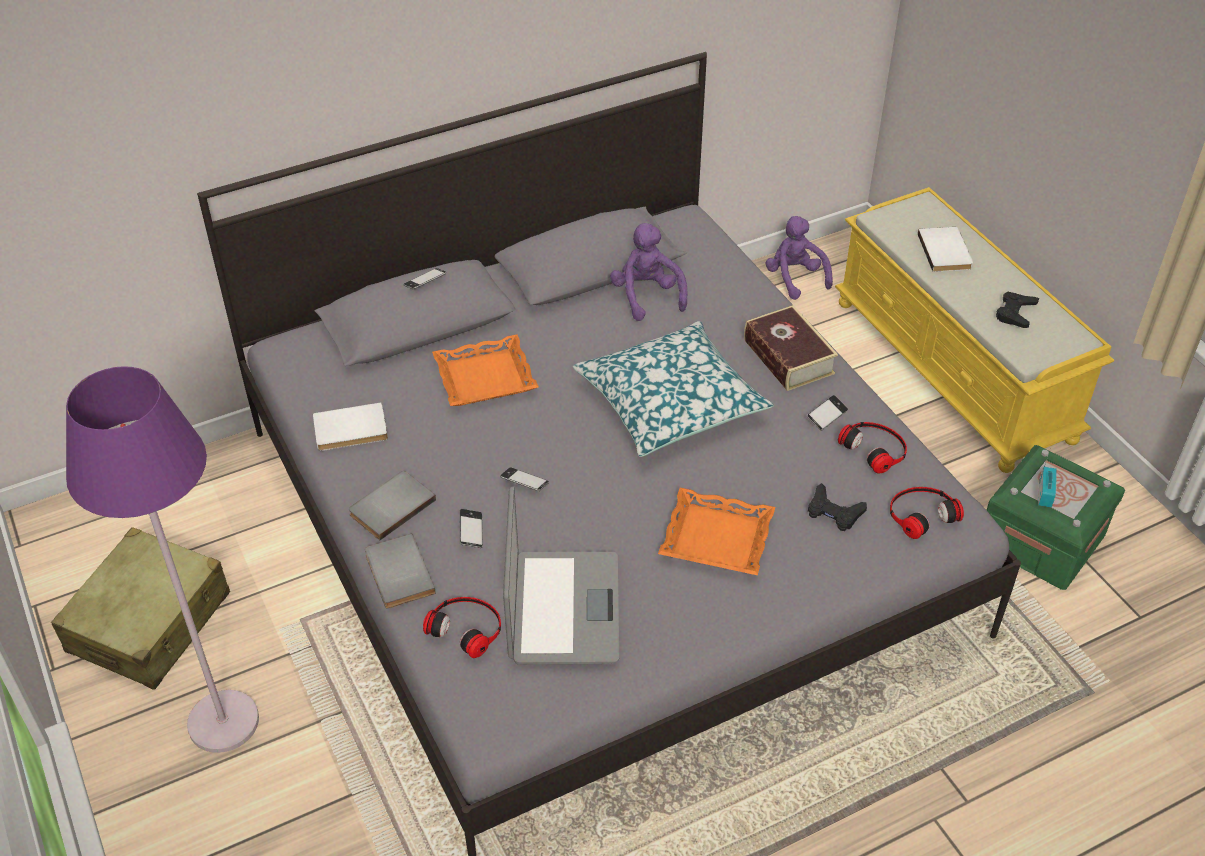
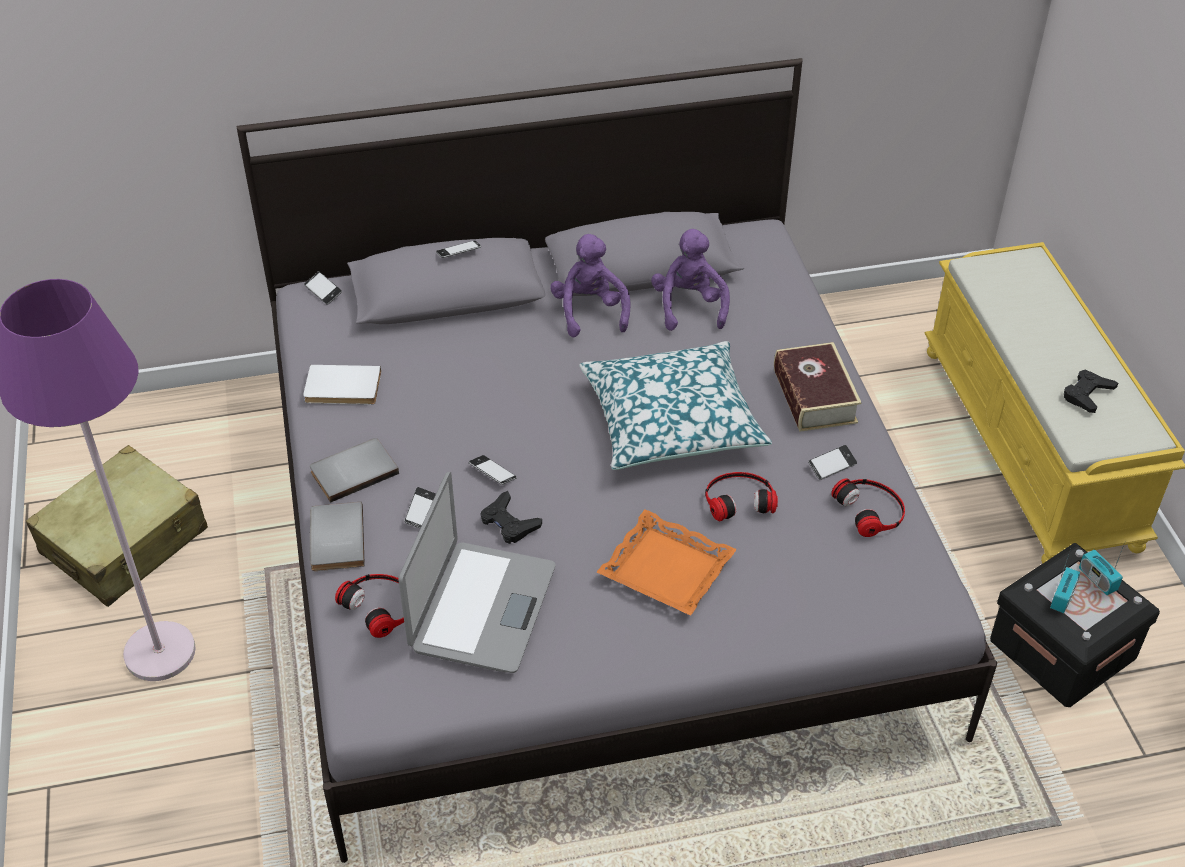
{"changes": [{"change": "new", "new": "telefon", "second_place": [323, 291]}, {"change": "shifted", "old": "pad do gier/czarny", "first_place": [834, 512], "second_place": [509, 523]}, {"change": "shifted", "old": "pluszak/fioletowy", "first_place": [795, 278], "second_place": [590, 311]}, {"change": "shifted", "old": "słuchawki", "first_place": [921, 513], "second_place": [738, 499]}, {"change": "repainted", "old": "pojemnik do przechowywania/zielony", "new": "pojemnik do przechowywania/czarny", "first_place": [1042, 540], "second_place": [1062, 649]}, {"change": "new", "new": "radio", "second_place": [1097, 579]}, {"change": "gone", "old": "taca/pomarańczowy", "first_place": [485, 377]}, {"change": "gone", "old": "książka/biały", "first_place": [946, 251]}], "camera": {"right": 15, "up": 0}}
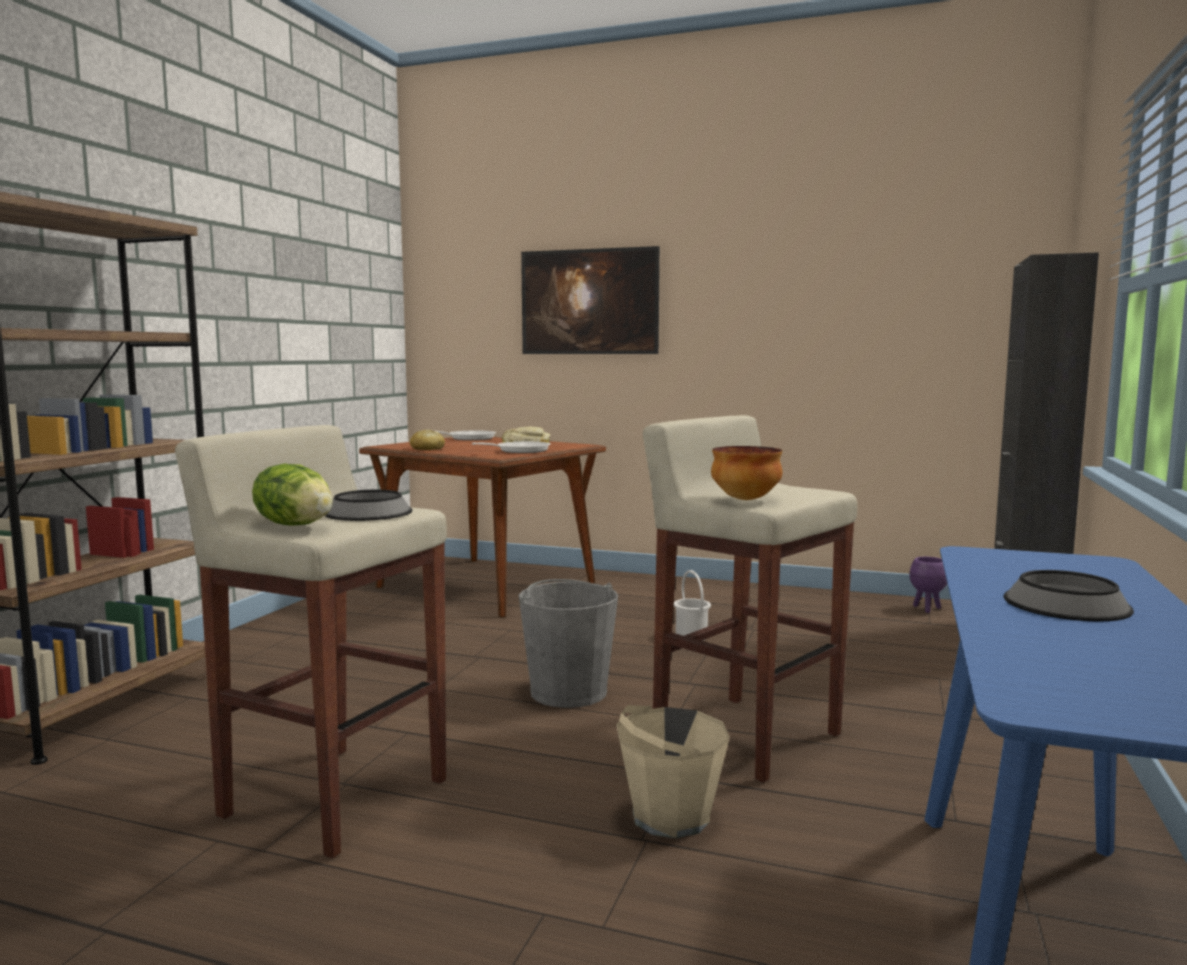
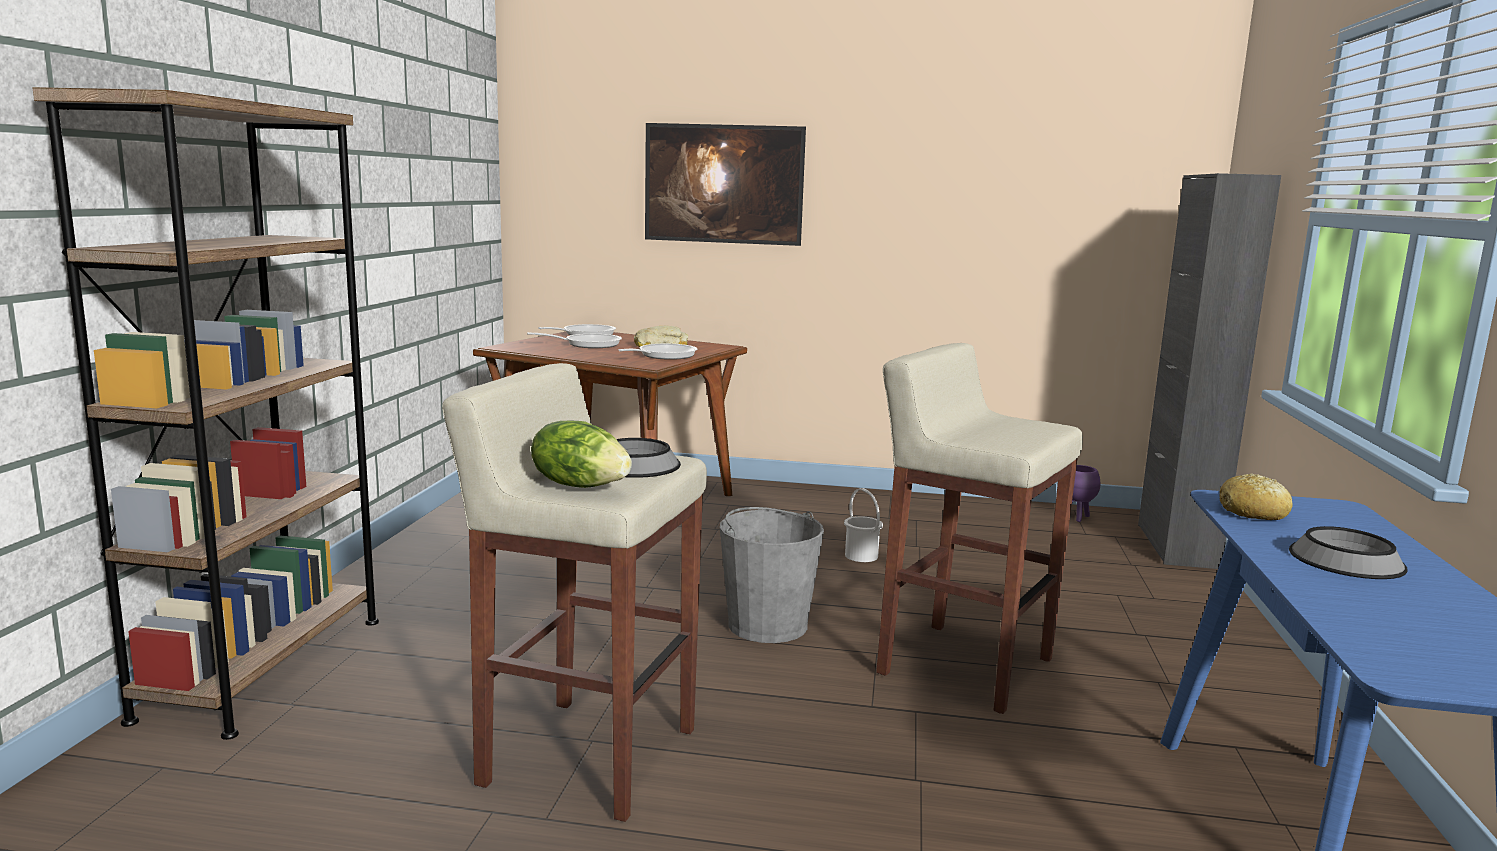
{"changes": [{"change": "new", "new": "patelnia", "second_place": [587, 344]}, {"change": "shifted", "old": "chleb", "first_place": [427, 449], "second_place": [1253, 512]}, {"change": "gone", "old": "wiadro/beżowy", "first_place": [669, 816]}, {"change": "gone", "old": "miska", "first_place": [746, 499]}], "camera": {"right": -10, "up": 5}}
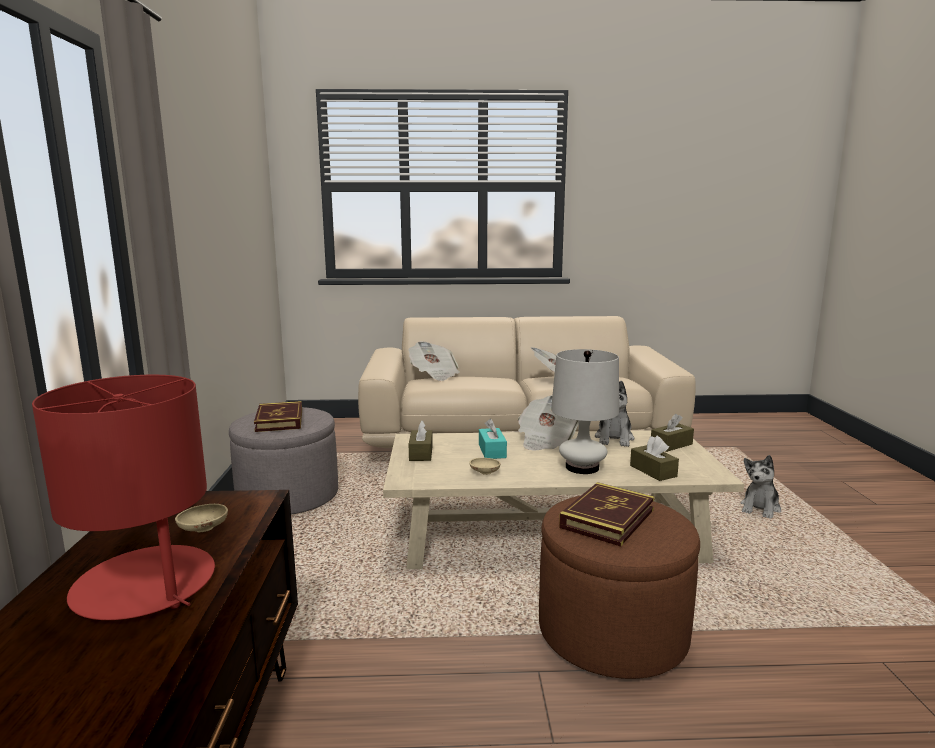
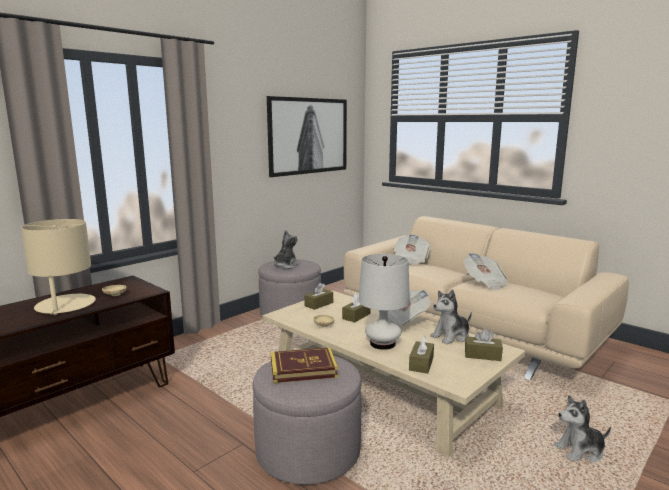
{"changes": [{"change": "repainted", "old": "lampa stołowa/czerwony", "new": "lampa stołowa/beżowy", "first_place": [146, 585], "second_place": [65, 305]}, {"change": "repainted", "old": "pufa/brązowy", "new": "pufa/szary", "first_place": [612, 632], "second_place": [308, 451]}, {"change": "new", "new": "obraz", "second_place": [309, 136]}, {"change": "swapped", "old": "książka", "new": "pluszak", "first_place": [279, 420], "second_place": [285, 266]}, {"change": "repainted", "old": "pudełko chusteczek/turkusowy", "new": "pudełko chusteczek/brązowy", "first_place": [492, 451], "second_place": [356, 316]}], "camera": {"right": 45, "up": 0}}
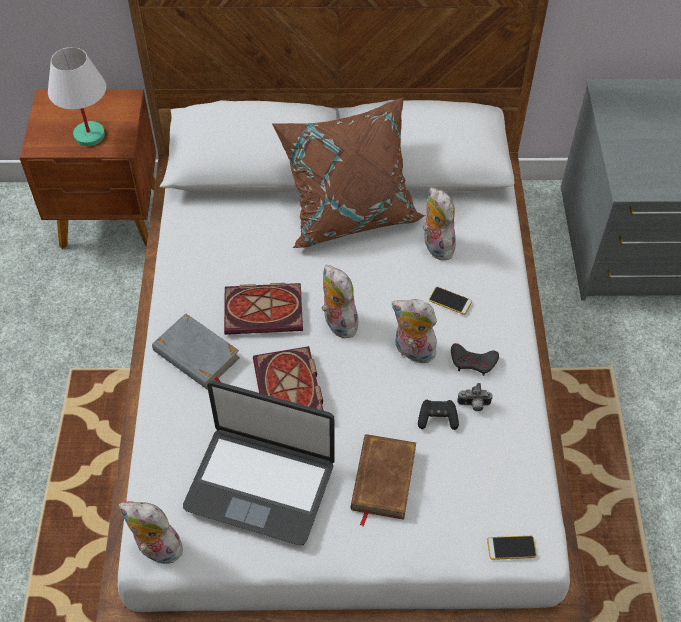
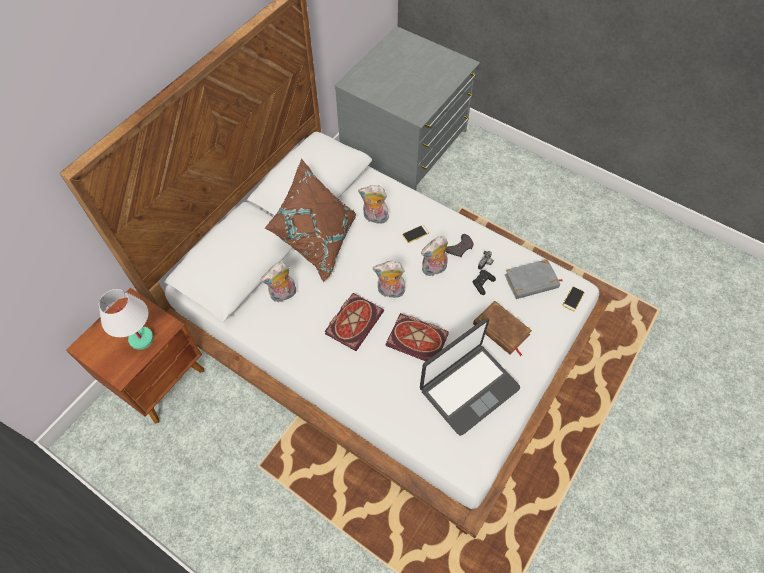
{"changes": [{"change": "shifted", "old": "pluszak", "first_place": [156, 549], "second_place": [283, 295]}, {"change": "shifted", "old": "książka/szary", "first_place": [196, 355], "second_place": [531, 281]}], "camera": {"right": -55, "up": 5}}
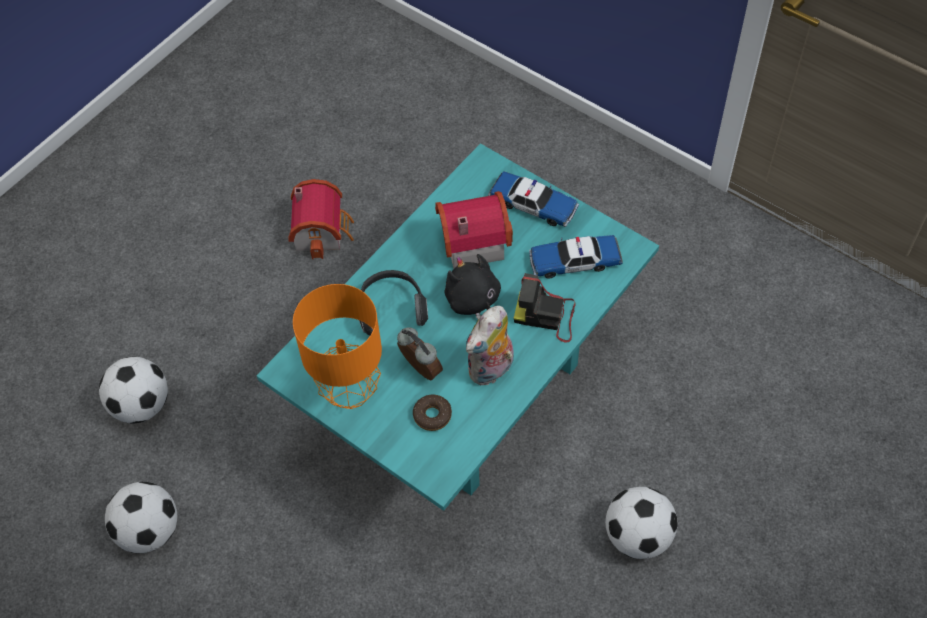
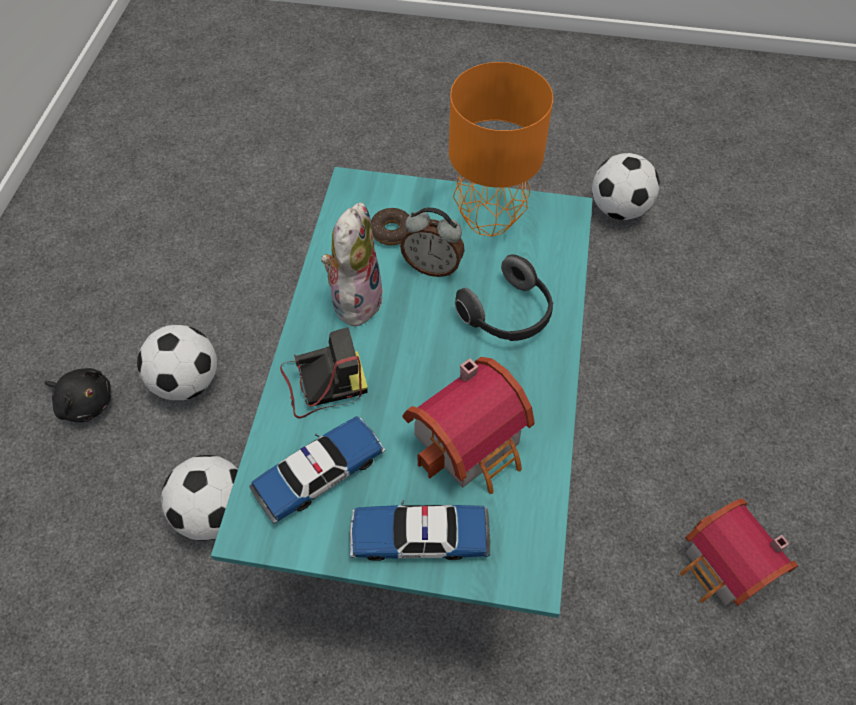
{"changes": [{"change": "shifted", "old": "pluszak/czarny", "first_place": [474, 302], "second_place": [85, 402]}, {"change": "shifted", "old": "piłka futbolowa", "first_place": [141, 406], "second_place": [214, 512]}], "camera": {"right": 150, "up": 0}}
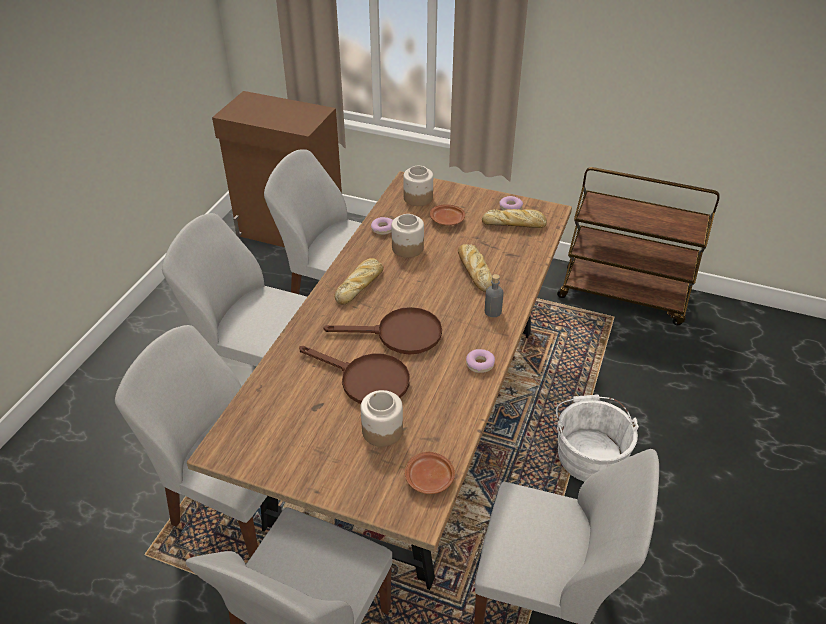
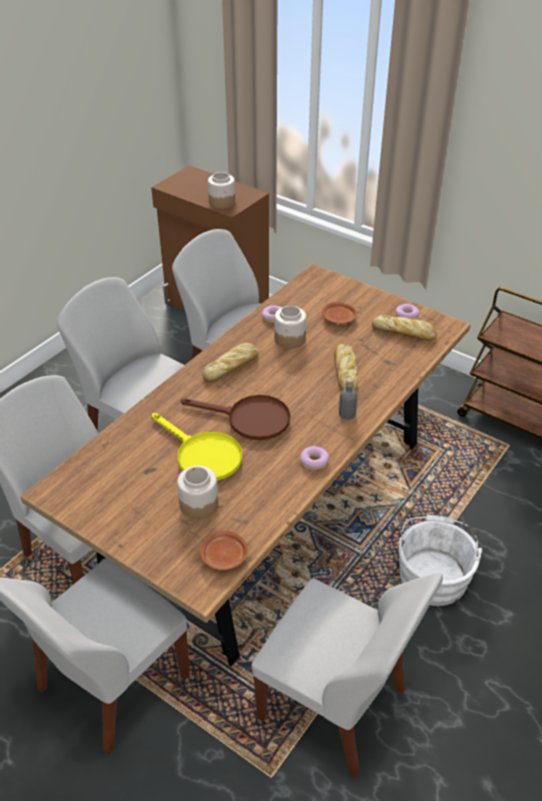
{"changes": [{"change": "repainted", "old": "patelnia/brązowy", "new": "patelnia/żółty", "first_place": [366, 380], "second_place": [202, 455]}, {"change": "shifted", "old": "słoik", "first_place": [417, 198], "second_place": [221, 202]}], "camera": {"right": 15, "up": 0}}
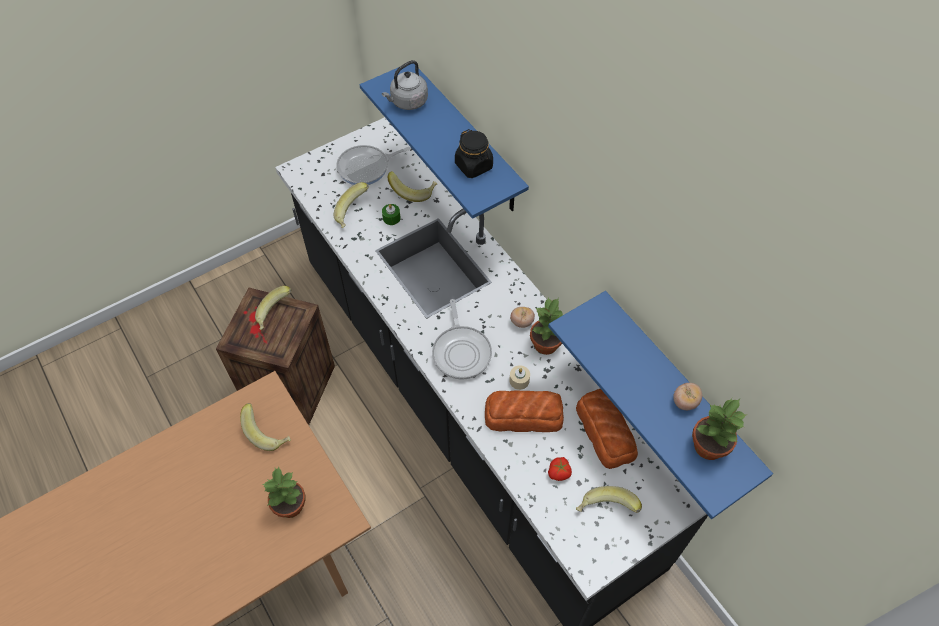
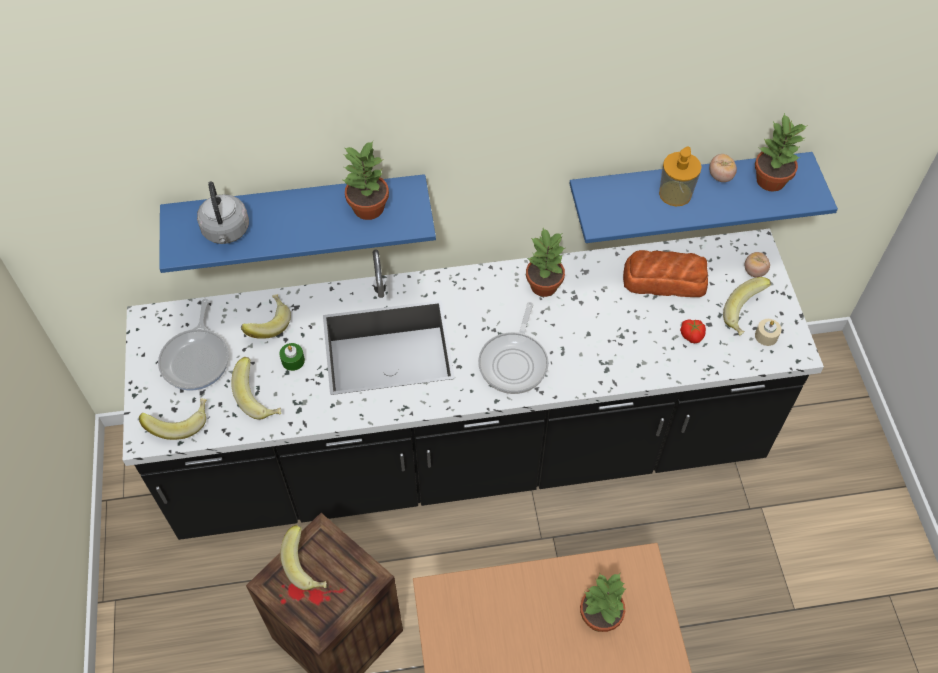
{"changes": [{"change": "shifted", "old": "banan", "first_place": [268, 432], "second_place": [179, 422]}, {"change": "swapped", "old": "słoik/czarny", "new": "roślina doniczkowa", "first_place": [474, 166], "second_place": [367, 208]}, {"change": "rotated", "old": "patelnia", "first_place": [461, 351], "second_place": [514, 362], "degrees": 90}, {"change": "new", "new": "dozownik mydła", "second_place": [675, 193]}, {"change": "shifted", "old": "pomidor", "first_place": [522, 322], "second_place": [754, 271]}, {"change": "shifted", "old": "świeca/beżowy", "first_place": [519, 380], "second_place": [766, 336]}, {"change": "gone", "old": "chleb", "first_place": [522, 414]}], "camera": {"right": -65, "up": 0}}
